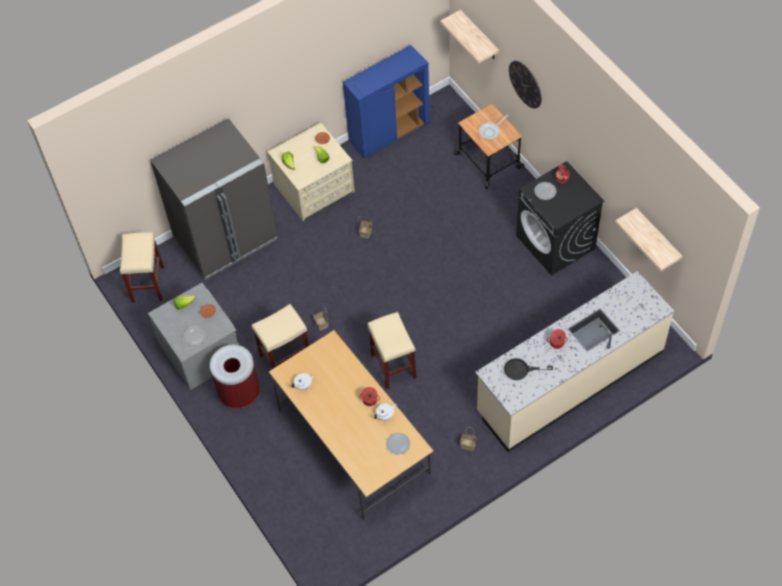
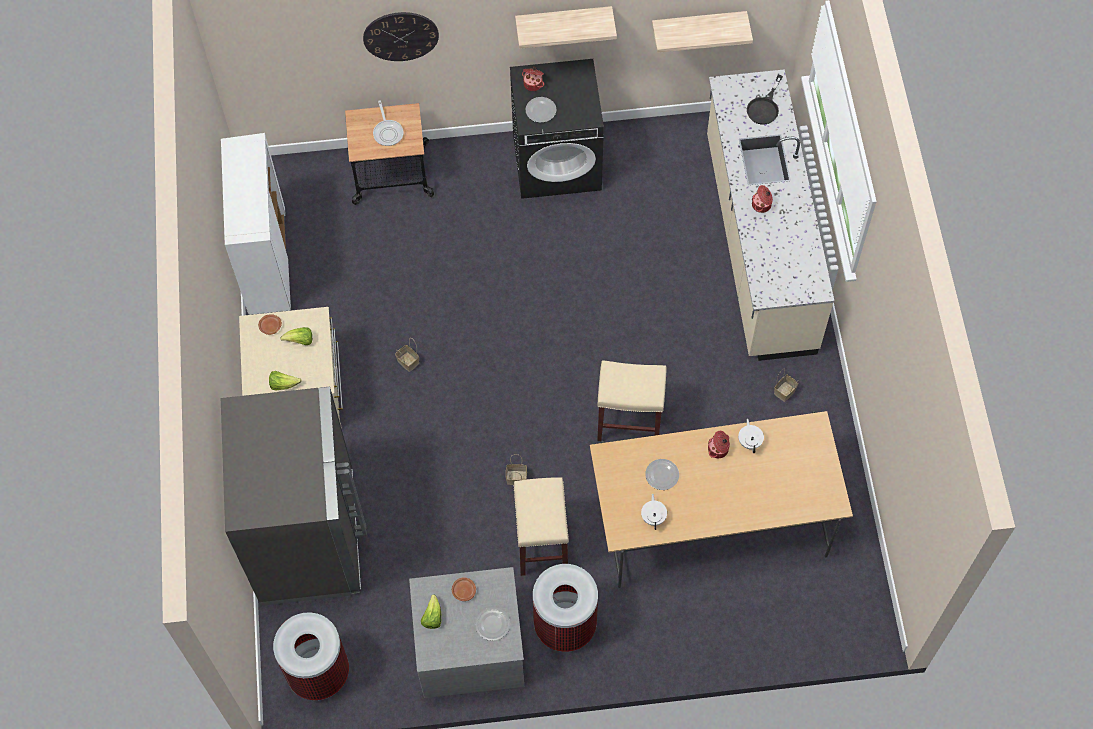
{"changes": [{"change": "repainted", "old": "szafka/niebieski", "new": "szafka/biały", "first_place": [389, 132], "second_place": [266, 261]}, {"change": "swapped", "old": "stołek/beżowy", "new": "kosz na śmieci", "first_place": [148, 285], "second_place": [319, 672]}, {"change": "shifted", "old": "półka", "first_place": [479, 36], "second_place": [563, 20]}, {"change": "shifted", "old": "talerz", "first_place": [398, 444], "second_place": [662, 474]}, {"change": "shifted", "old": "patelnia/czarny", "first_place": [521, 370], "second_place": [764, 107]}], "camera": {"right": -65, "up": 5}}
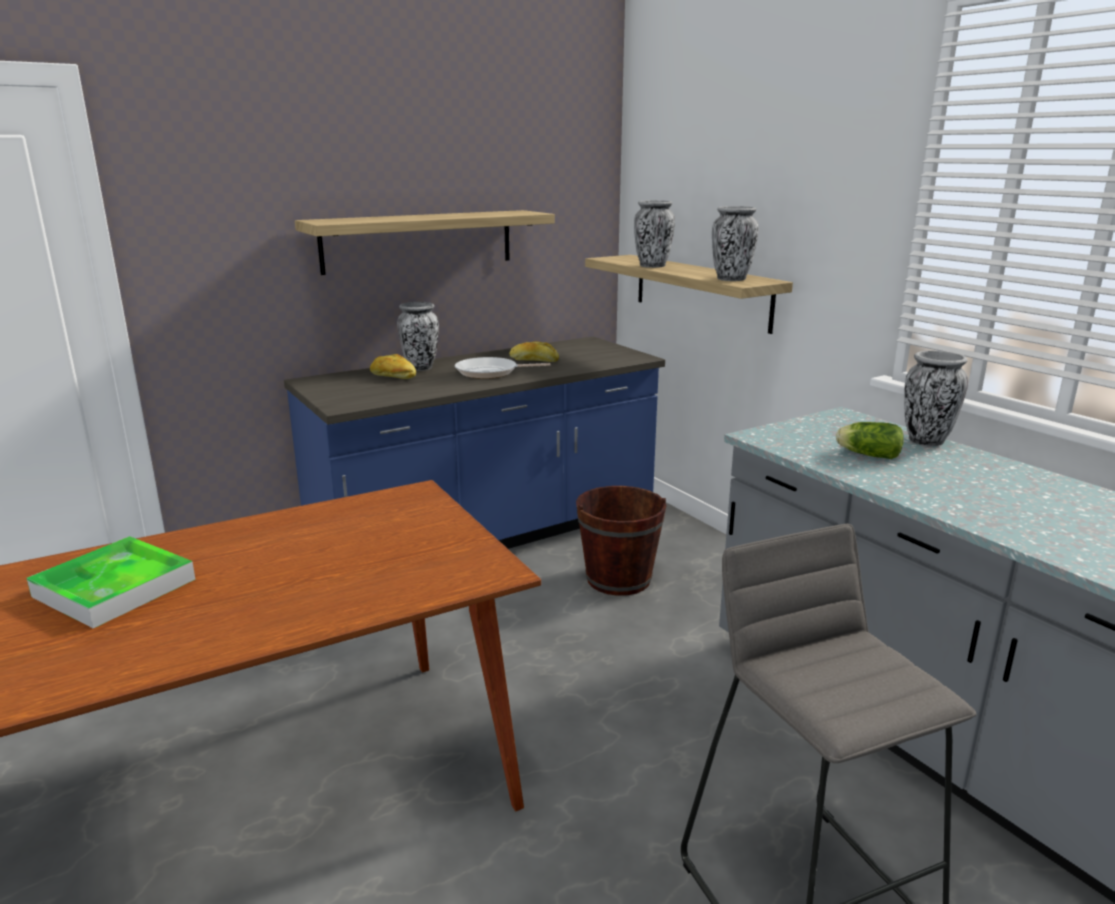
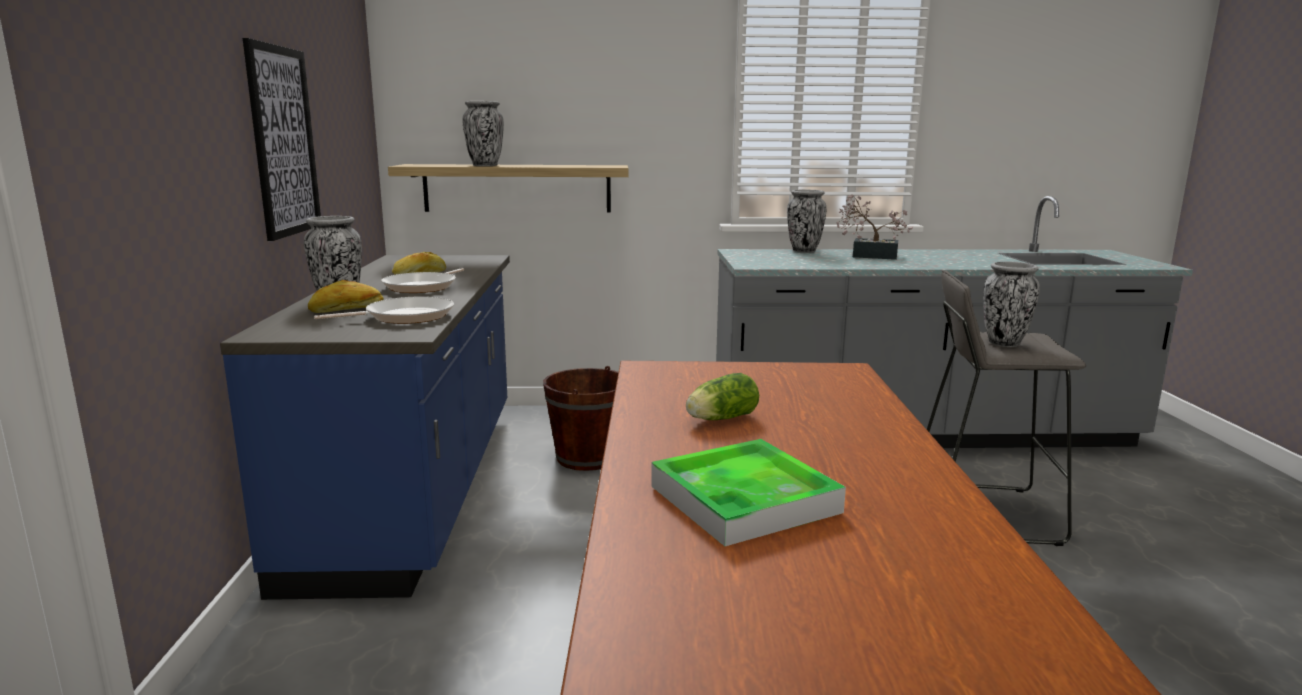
{"changes": [{"change": "swapped", "old": "półka", "new": "obraz", "first_place": [419, 241], "second_place": [283, 141]}, {"change": "new", "new": "patelnia", "second_place": [404, 317]}, {"change": "shifted", "old": "sałata", "first_place": [866, 454], "second_place": [719, 419]}, {"change": "new", "new": "roślina doniczkowa", "second_place": [868, 256]}, {"change": "shifted", "old": "wazon", "first_place": [731, 279], "second_place": [1003, 343]}], "camera": {"right": -60, "up": -5}}
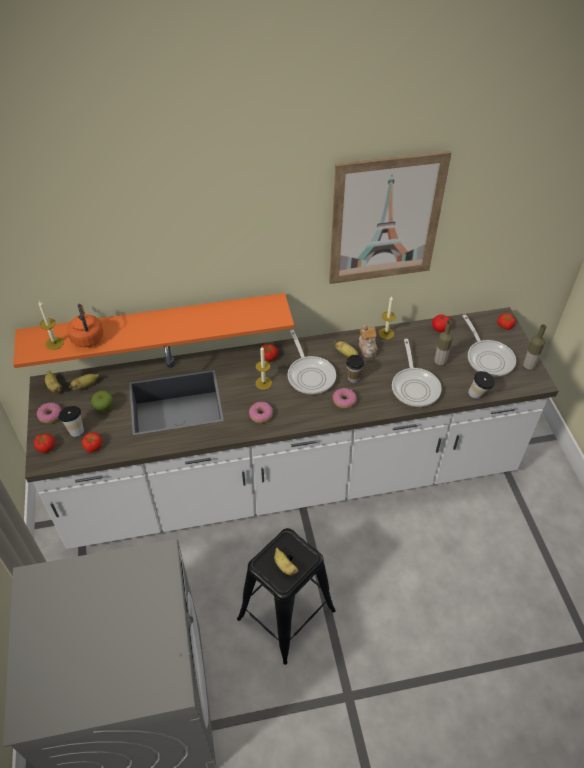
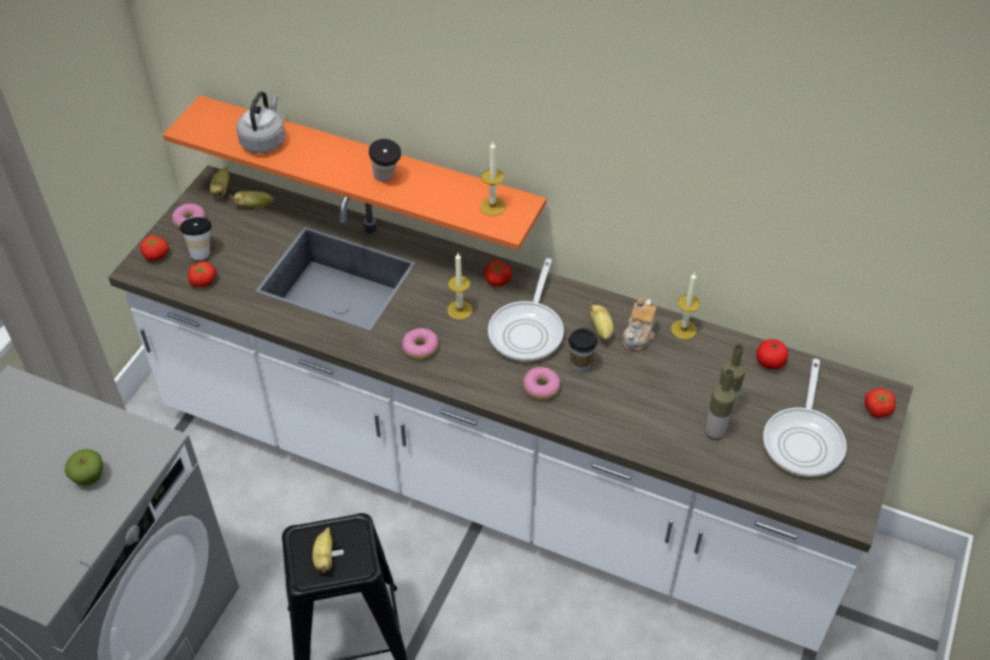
{"changes": [{"change": "shifted", "old": "jabłko", "first_place": [104, 408], "second_place": [89, 478]}, {"change": "repainted", "old": "czajnik/pomarańczowy", "new": "czajnik/szary", "first_place": [87, 337], "second_place": [264, 141]}, {"change": "shifted", "old": "filiżanka", "first_place": [478, 395], "second_place": [386, 179]}, {"change": "shifted", "old": "świeca", "first_place": [54, 343], "second_place": [492, 206]}, {"change": "shifted", "old": "butelka", "first_place": [528, 366], "second_place": [714, 432]}, {"change": "gone", "old": "obraz", "first_place": [385, 220]}, {"change": "gone", "old": "patelnia", "first_place": [415, 386]}], "camera": {"right": 35, "up": 0}}
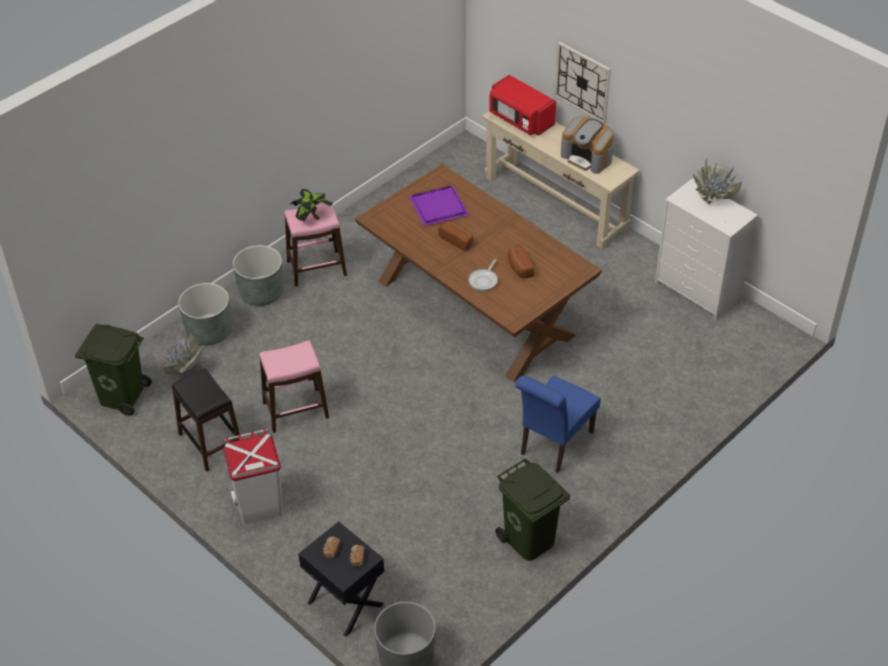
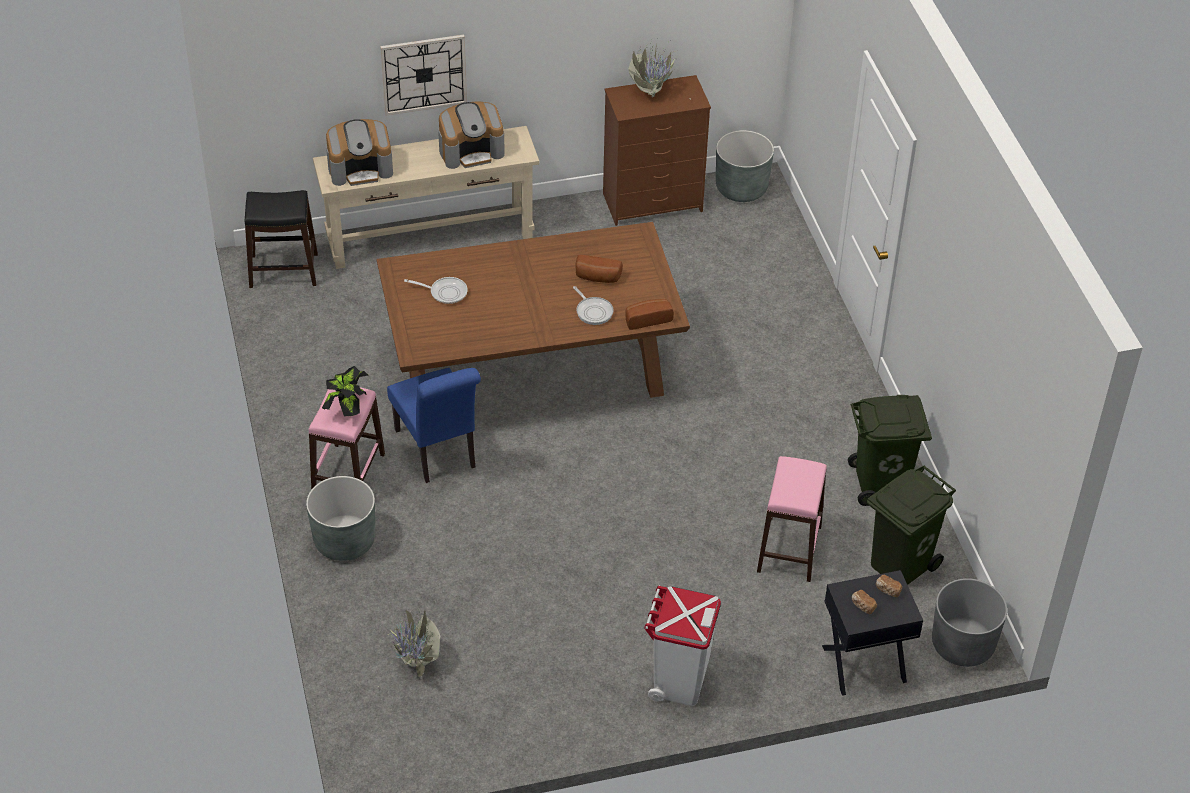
{"changes": [{"change": "shifted", "old": "stołek/czarny", "first_place": [210, 443], "second_place": [284, 271]}, {"change": "swapped", "old": "mikrofalówka/czerwony", "new": "ekspres do kawy", "first_place": [520, 120], "second_place": [360, 168]}, {"change": "shifted", "old": "krzesło/niebieski", "first_place": [553, 445], "second_place": [438, 452]}, {"change": "swapped", "old": "taca/fioletowy", "new": "patelnia", "first_place": [439, 206], "second_place": [445, 292]}, {"change": "repainted", "old": "komoda/biały", "new": "komoda/brązowy", "first_place": [698, 291], "second_place": [653, 202]}, {"change": "shifted", "old": "chleb", "first_place": [457, 240], "second_place": [647, 319]}, {"change": "shifted", "old": "donica/szary", "first_place": [209, 331], "second_place": [741, 188]}, {"change": "shifted", "old": "stołek/różowy", "first_place": [296, 410], "second_place": [790, 549]}, {"change": "shifted", "old": "kosz na śmieci/zielony", "first_place": [122, 395], "second_place": [899, 563]}], "camera": {"right": -60, "up": 0}}
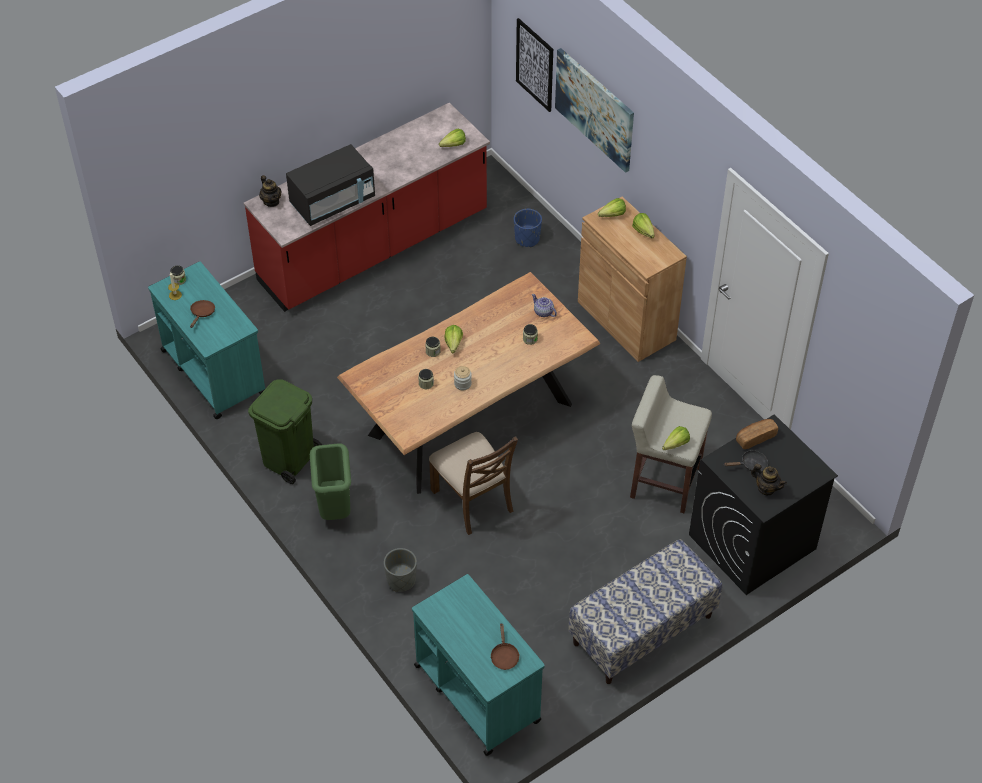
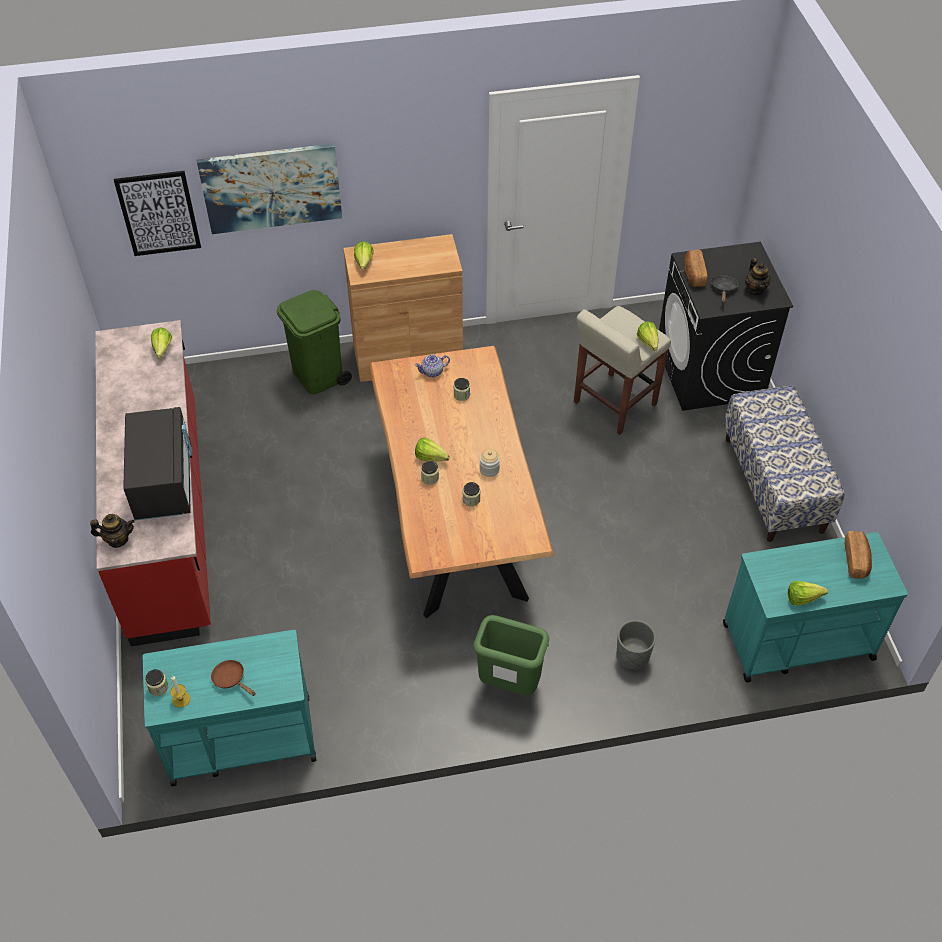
{"changes": [{"change": "shifted", "old": "kosz na śmieci/zielony", "first_place": [289, 459], "second_place": [318, 376]}, {"change": "rotated", "old": "imbryk", "first_place": [766, 488], "second_place": [755, 289], "degrees": 105}, {"change": "shifted", "old": "sałata", "first_place": [644, 233], "second_place": [806, 599]}, {"change": "swapped", "old": "patelnia/brązowy", "new": "chleb", "first_place": [504, 656], "second_place": [856, 560]}, {"change": "gone", "old": "krzesło/brązowy", "first_place": [473, 500]}, {"change": "gone", "old": "donica/niebieski", "first_place": [527, 239]}], "camera": {"right": -65, "up": 0}}
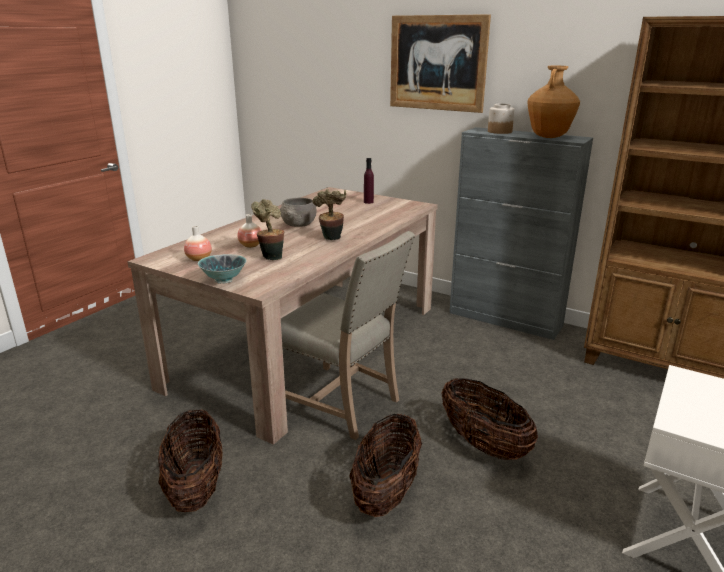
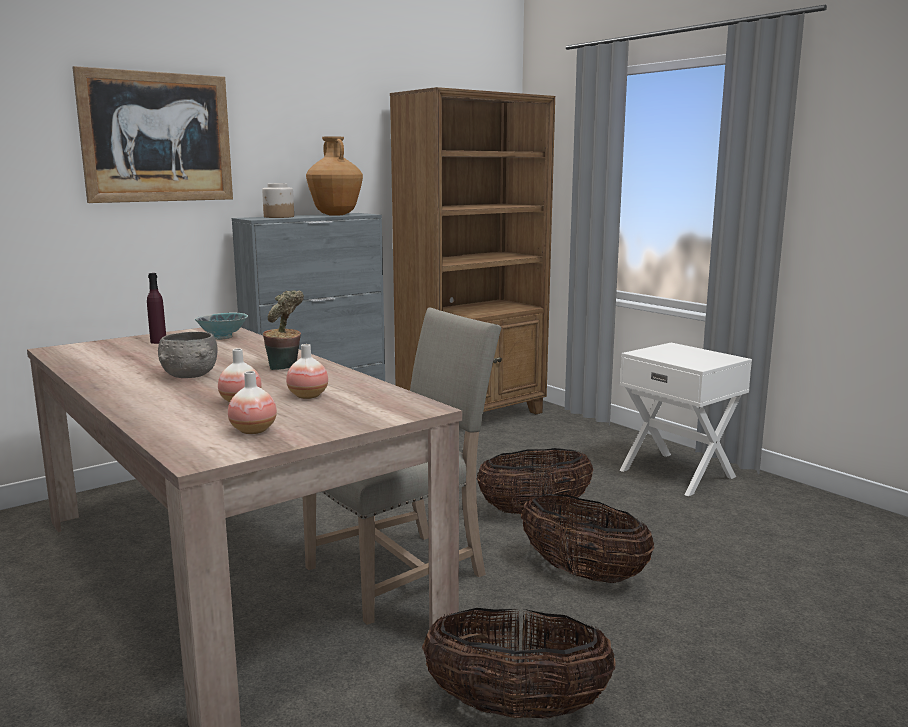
{"changes": [{"change": "shifted", "old": "miska", "first_place": [224, 281], "second_place": [223, 338]}, {"change": "swapped", "old": "roślina doniczkowa", "new": "wazon", "first_place": [271, 257], "second_place": [308, 396]}], "camera": {"right": -70, "up": -10}}
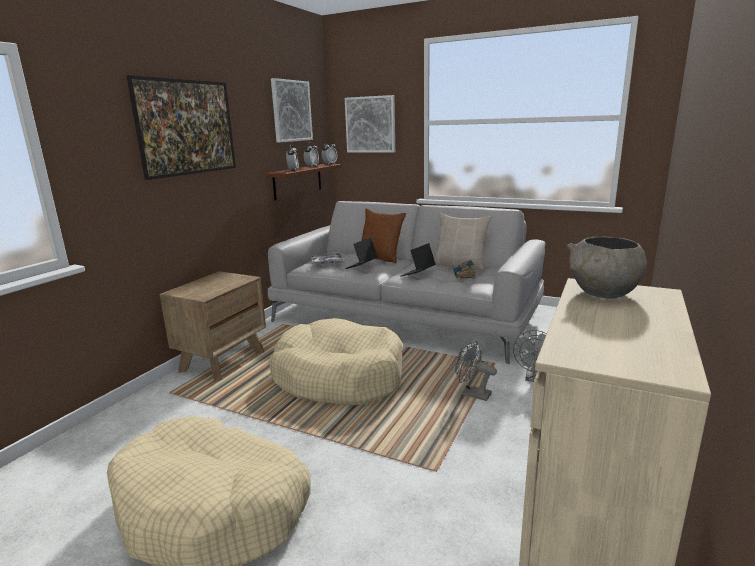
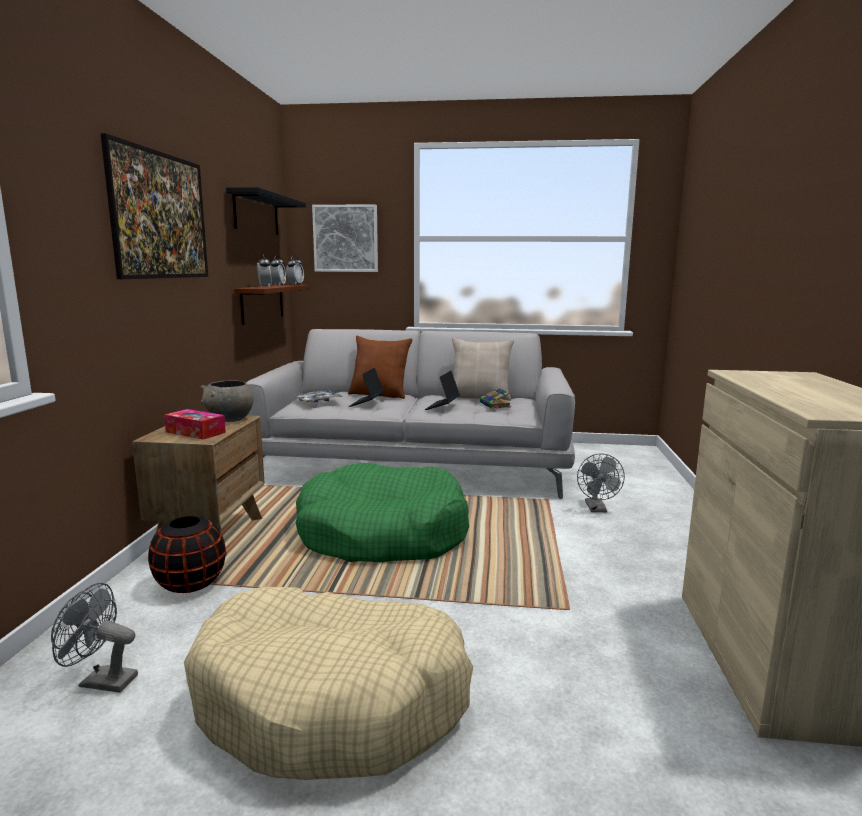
{"changes": [{"change": "shifted", "old": "wentylator/szary", "first_place": [472, 394], "second_place": [101, 681]}, {"change": "new", "new": "wazon/czarny", "second_place": [190, 584]}, {"change": "new", "new": "pudełko chusteczek", "second_place": [195, 432]}, {"change": "shifted", "old": "miska/szary", "first_place": [603, 294], "second_place": [229, 419]}, {"change": "swapped", "old": "obraz", "new": "półka/czarny", "first_place": [291, 111], "second_place": [256, 214]}, {"change": "repainted", "old": "legowisko/beżowy", "new": "legowisko/zielony", "first_place": [338, 377], "second_place": [382, 533]}], "camera": {"right": -20, "up": -5}}
